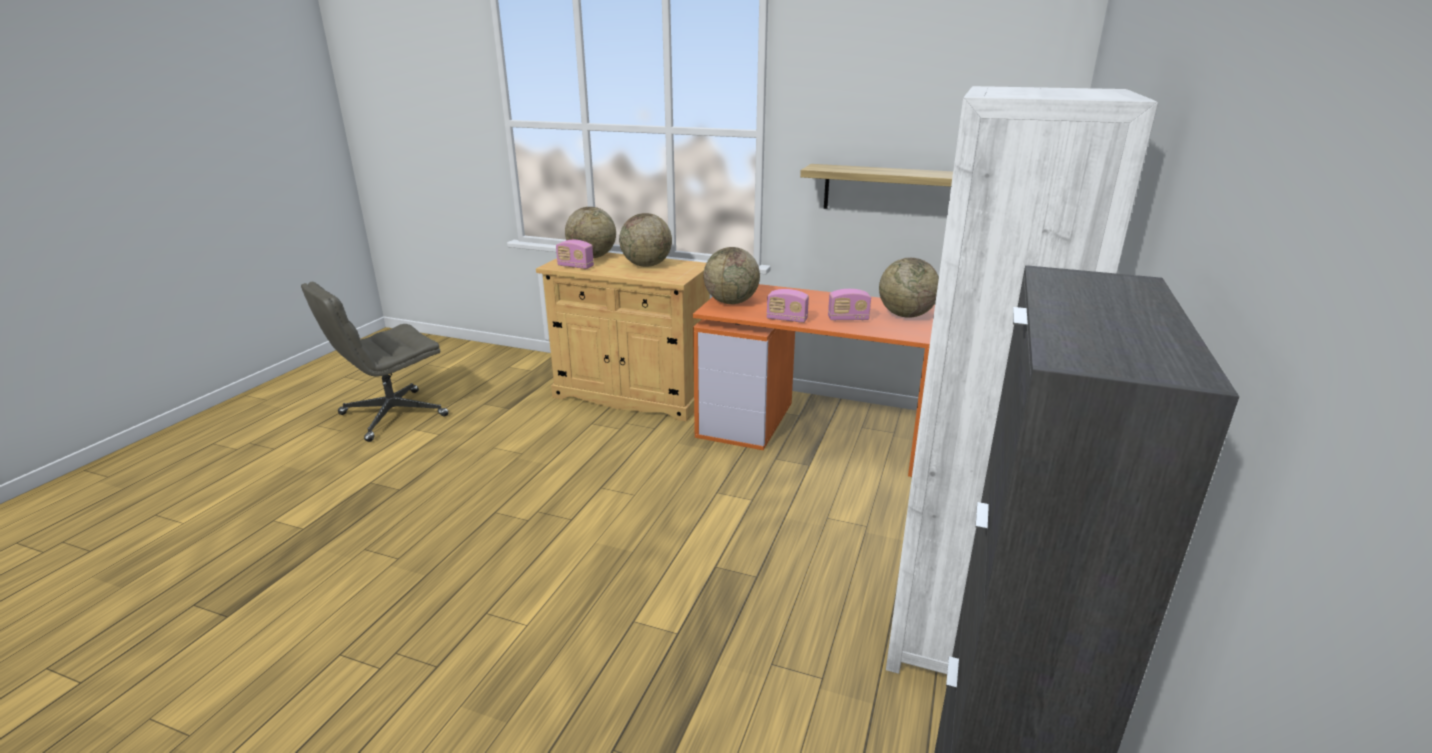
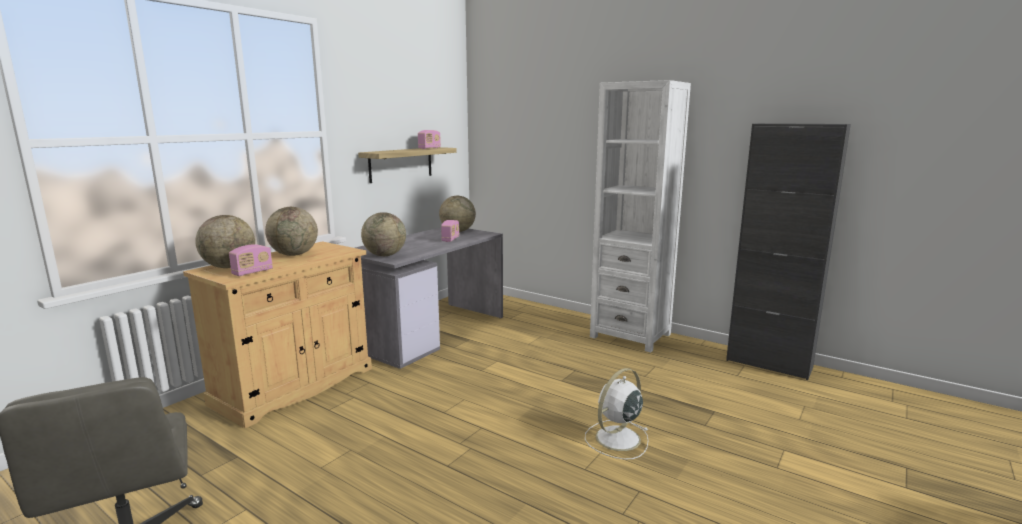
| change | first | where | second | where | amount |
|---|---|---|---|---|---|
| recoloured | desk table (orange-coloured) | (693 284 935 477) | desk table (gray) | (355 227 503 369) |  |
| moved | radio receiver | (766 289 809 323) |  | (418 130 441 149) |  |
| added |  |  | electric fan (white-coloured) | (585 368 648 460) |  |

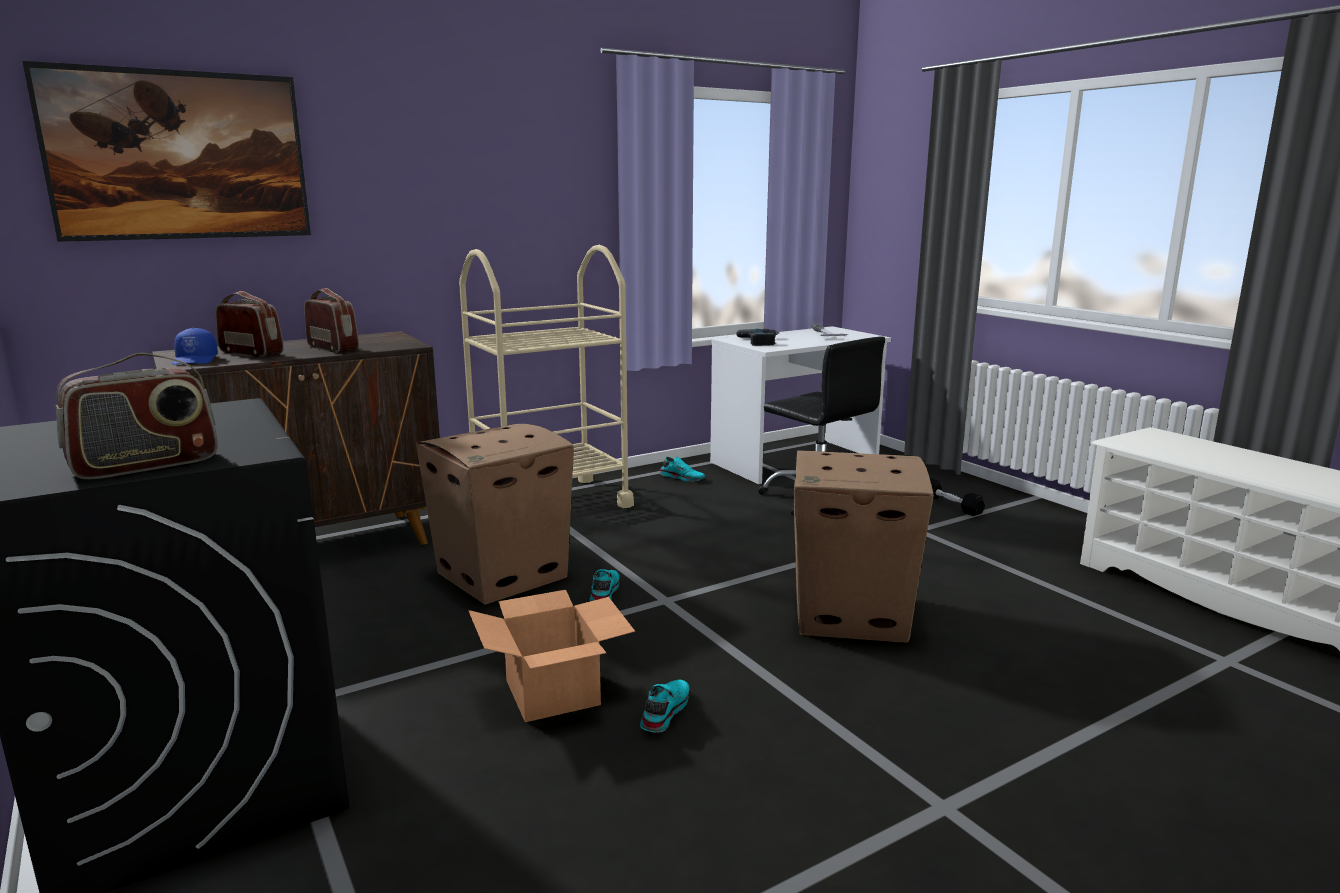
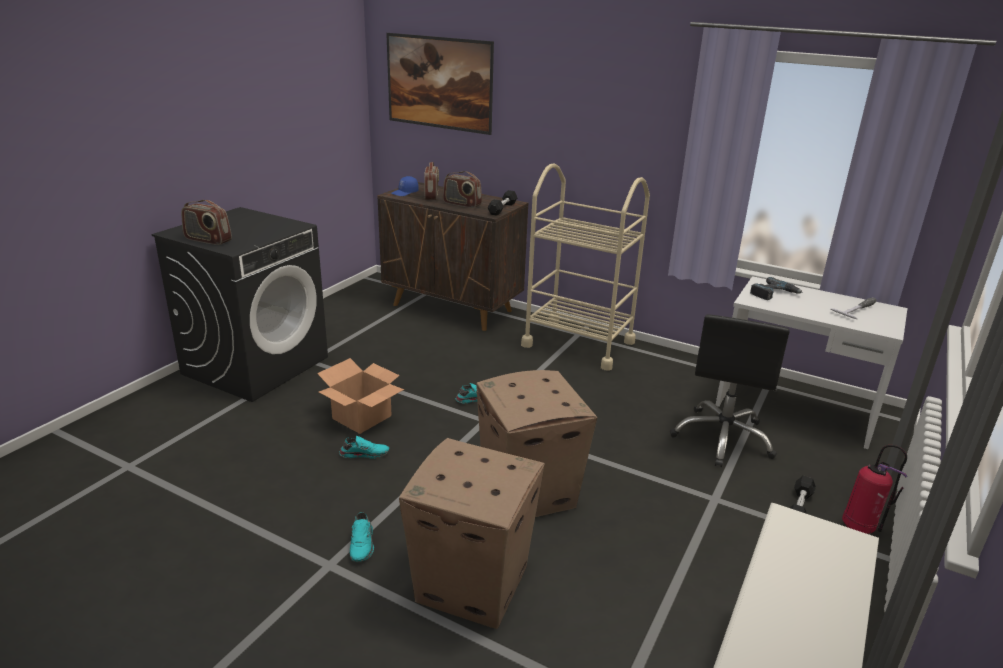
| change | first | where | second | where | amount |
|---|---|---|---|---|---|
| turned | radio receiver | (304 288 359 353) |  | (443 171 482 208) | 105 degrees clockwise |
| moved | packing box | (416 424 574 605) |  | (399 438 545 629) |  |
| moved | low shoe (turquoise) | (659 456 706 482) |  | (350 512 374 561) |  |
| added |  |  | hand weight (black-coloured) | (487 190 517 215) |  |
| added |  |  | extinguisher | (842 445 908 534) |  |

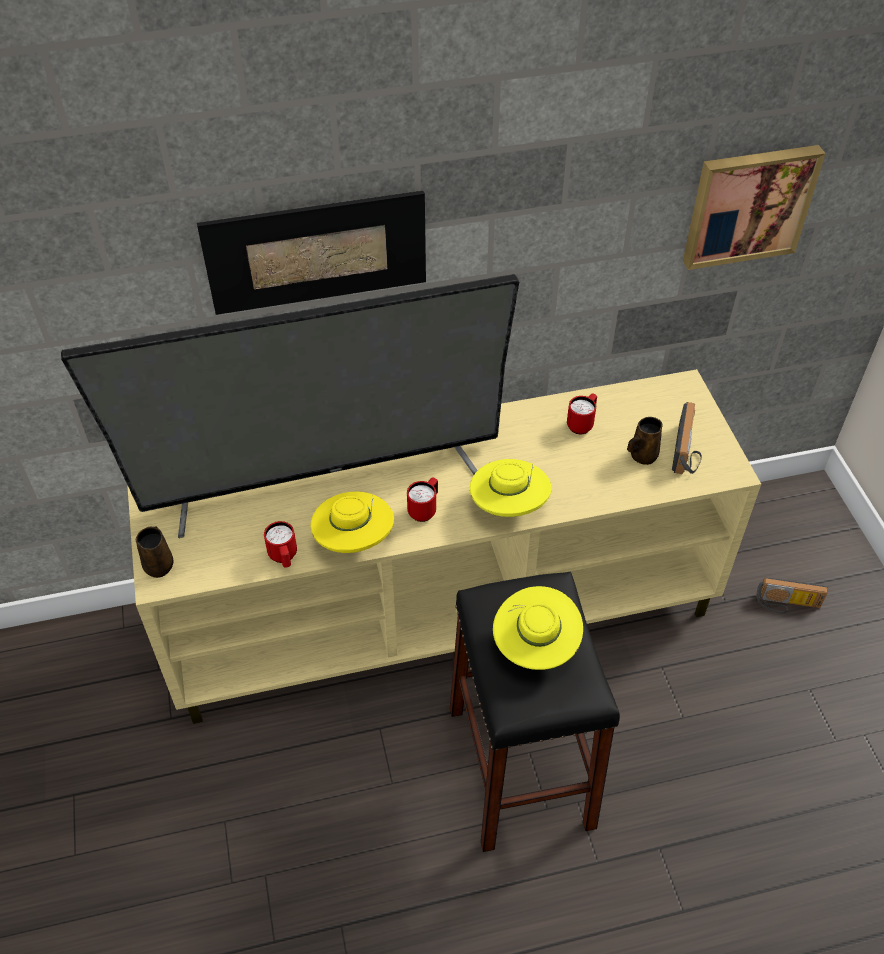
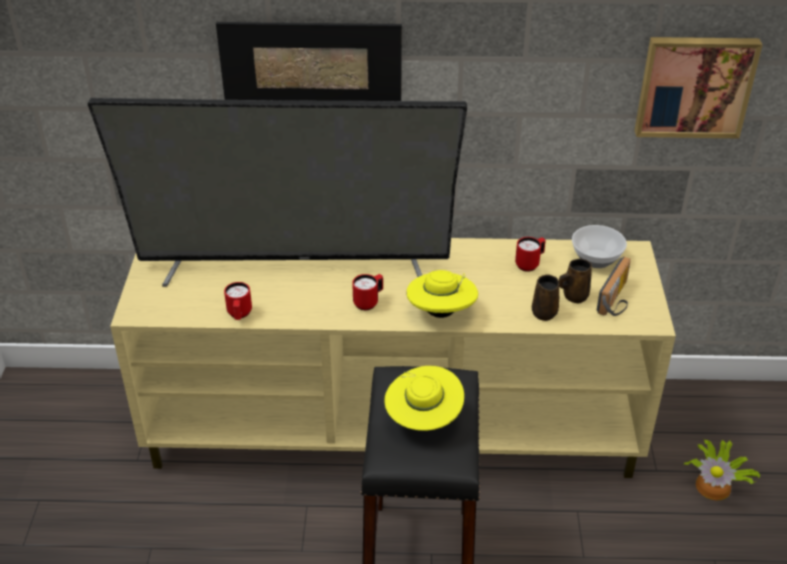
| change | first | where | second | where | amount |
|---|---|---|---|---|---|
| removed | wearable hat (yellow-coloured) | (311 491 394 553) |  |  |  |
| moved | coffee mug (brown-coloured) | (136 527 173 578) |  | (532 274 559 321) |  |
| replaced | radio receiver | (757 577 827 614) | plant in a pot | (684 438 760 500) |  |
| added |  |  | serving bowl | (572 225 627 268) |  |

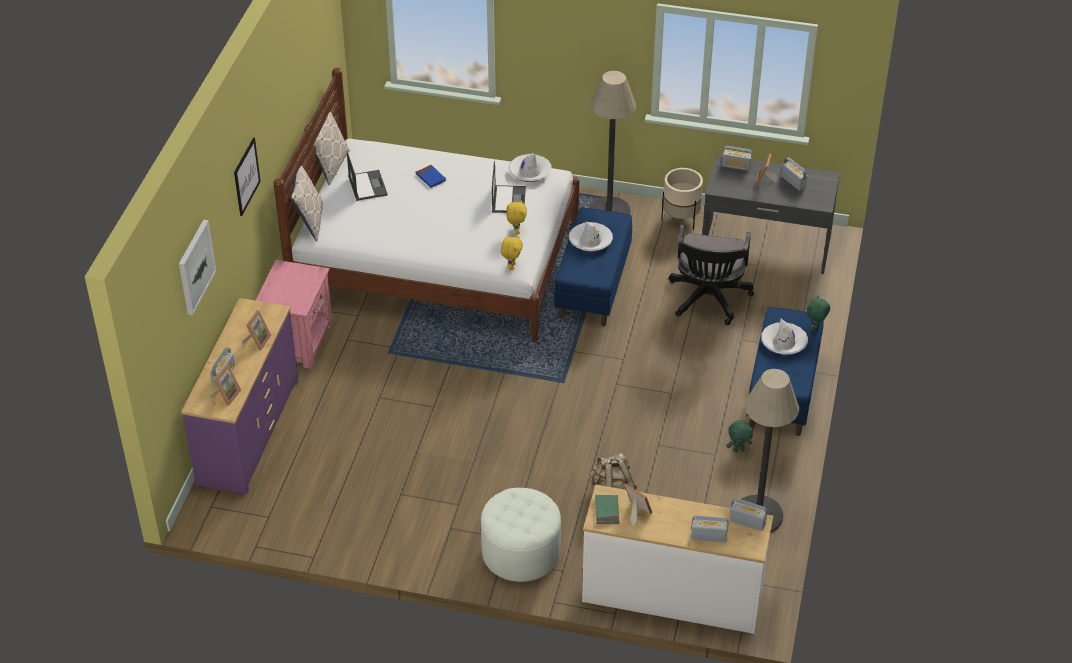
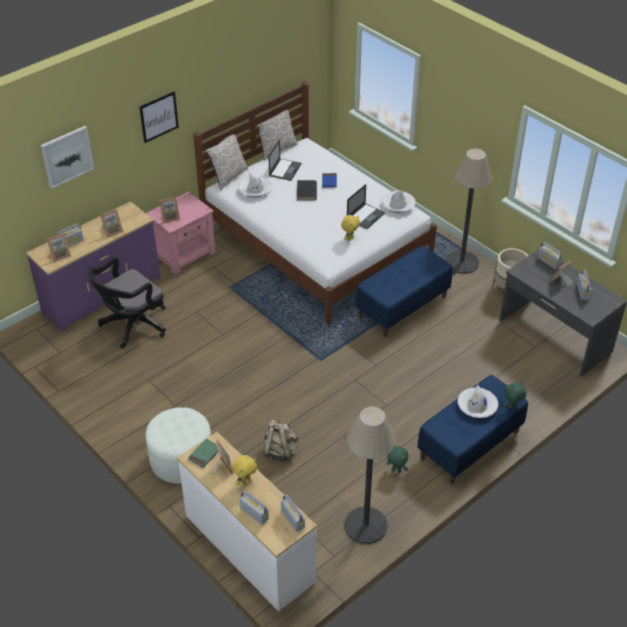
| change | first | where | second | where | amount |
|---|---|---|---|---|---|
| moved | wearable hat (white-coloured) | (569 222 613 252) |  | (238 172 272 197) |  |
| moved | desk chair (black-coloured) | (669 224 754 325) |  | (87 257 166 349) |  |
| moved | soft toy (yellow-coloured) | (501 236 523 270) |  | (232 455 257 486) |  |
| added |  |  | bound book (black-coloured) | (297 180 317 201) |  |
| added |  |  | standing frame | (160 197 180 223) |  |

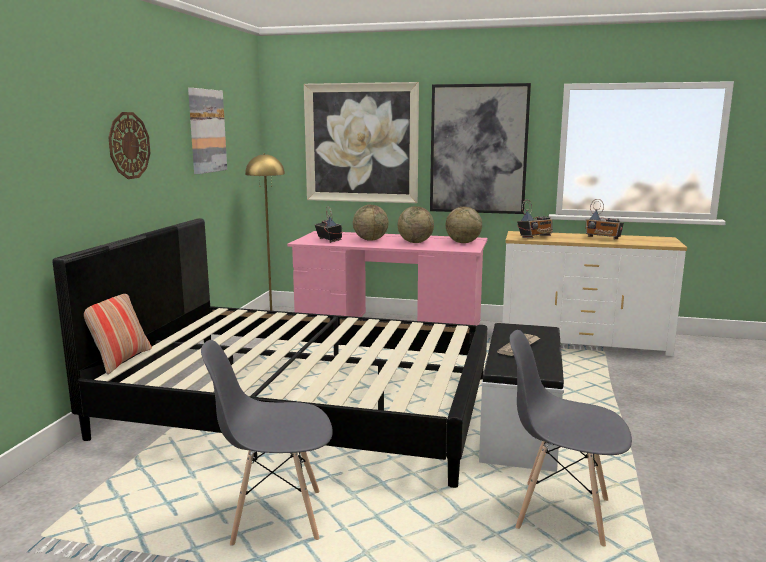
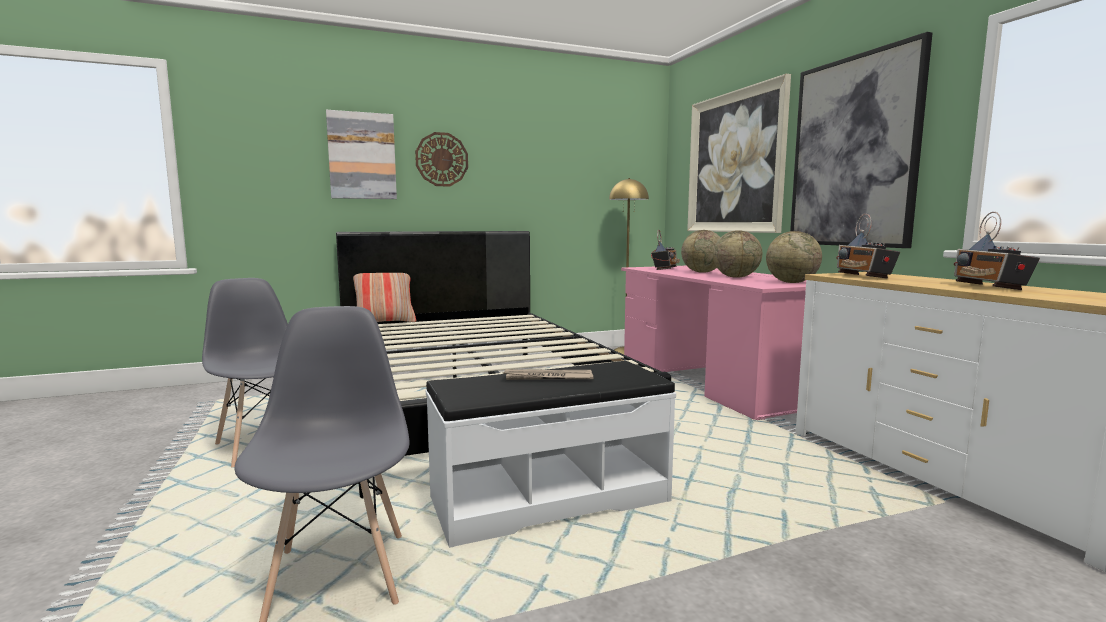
| change | first | where | second | where | amount |
|---|---|---|---|---|---|
| moved | wall art | (188 88 227 174) |  | (326 110 397 199) |  |
| turned | radio receiver | (517 199 553 238) |  | (836 214 900 279) | 60 degrees clockwise |

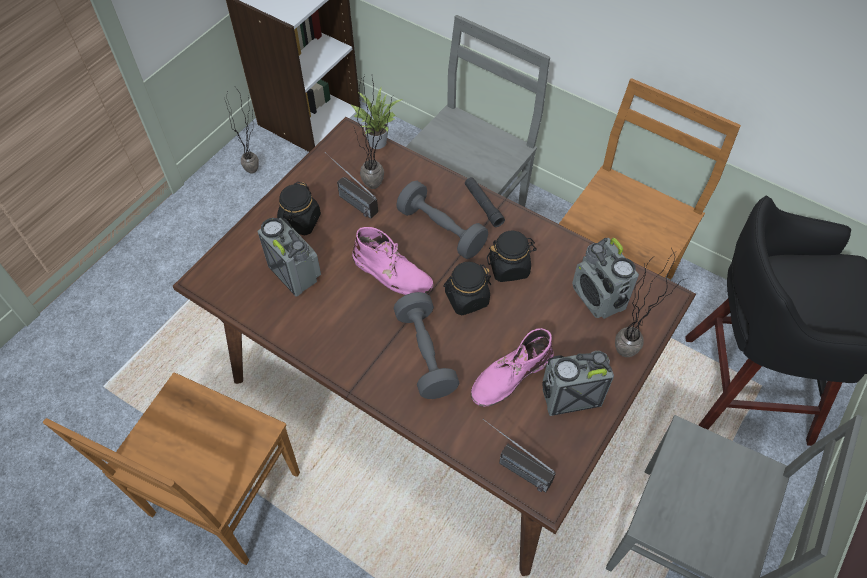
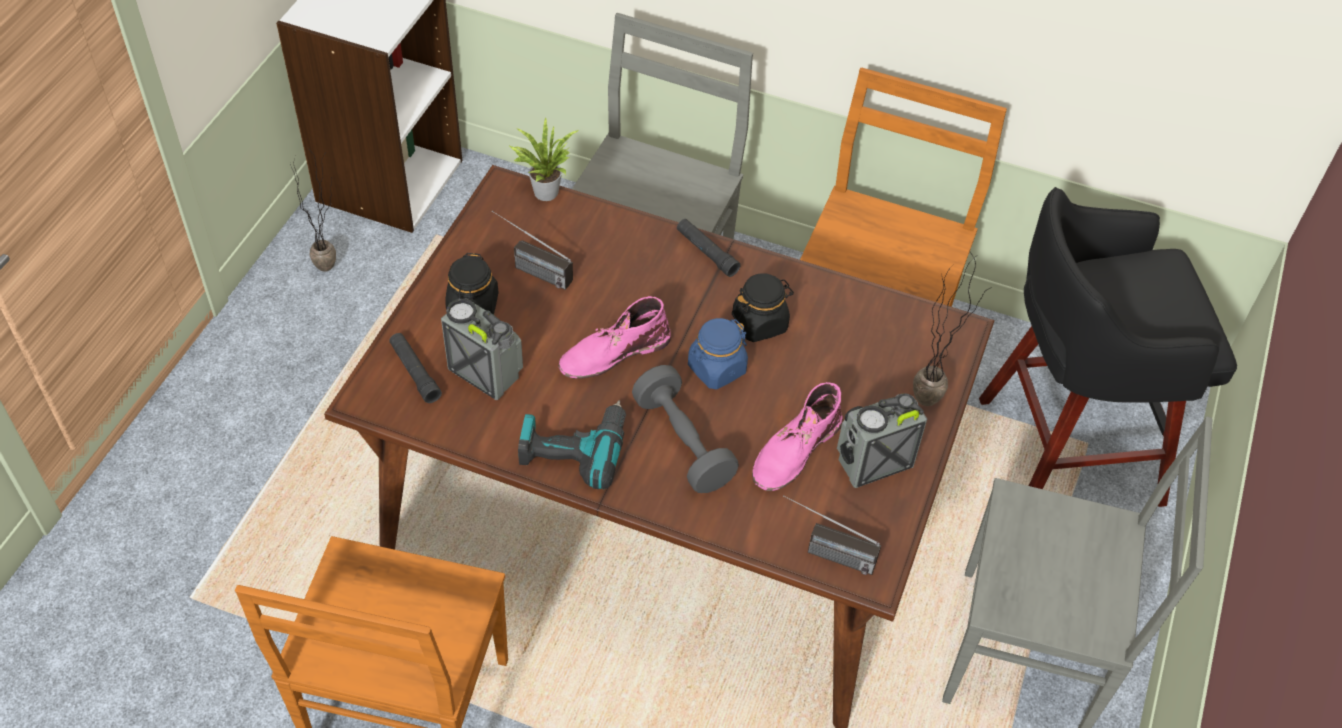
| change | first | where | second | where | amount |
|---|---|---|---|---|---|
| removed | plant in a pot | (354 75 394 189) |  |  |  |
| removed | hand weight (gray) | (396 181 488 259) |  |  |  |
| turned | tall boot (pinkish) | (352 227 434 295) |  | (558 296 671 379) | 135 degrees clockwise |
| removed | radio receiver | (572 238 639 319) |  |  |  |
| recoloured | preserve jar (black-coloured) | (443 262 491 315) | preserve jar (blue) | (688 318 748 389) |  |
| added |  |  | hand torch (black-coloured) | (389 333 442 403) |  |
| added |  |  | drill | (518 401 626 489) |  |

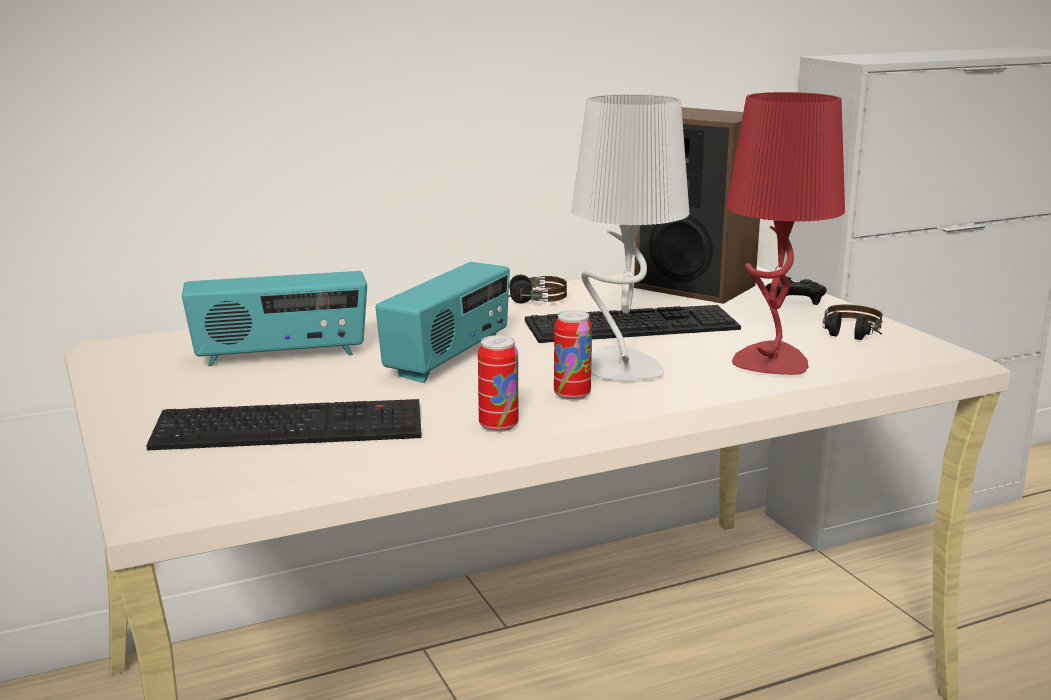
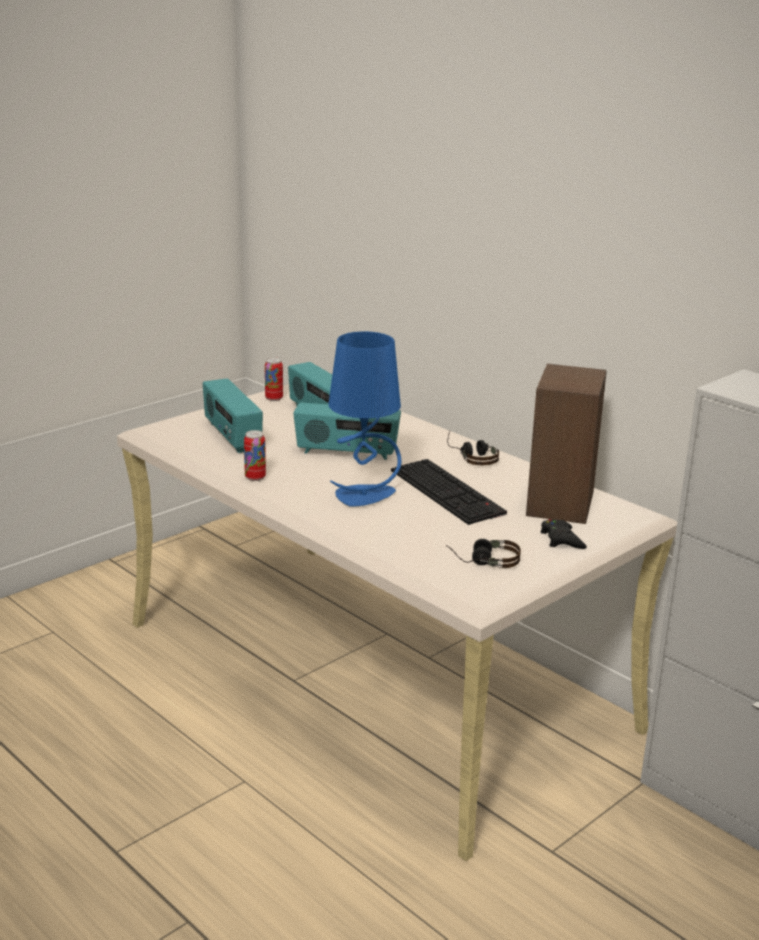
| change | first | where | second | where | amount |
|---|---|---|---|---|---|
| removed | tabletop lamp (reddish) | (726 92 845 375) |  |  |  |
| recoloured | tabletop lamp (gray) | (571 94 690 380) | tabletop lamp (blue) | (328 331 402 506) |  |
| moved | sealed can | (554 310 592 400) |  | (265 357 283 401) |  |
| replaced | keyboard | (146 399 422 450) | radio receiver | (203 378 263 453) |  |

